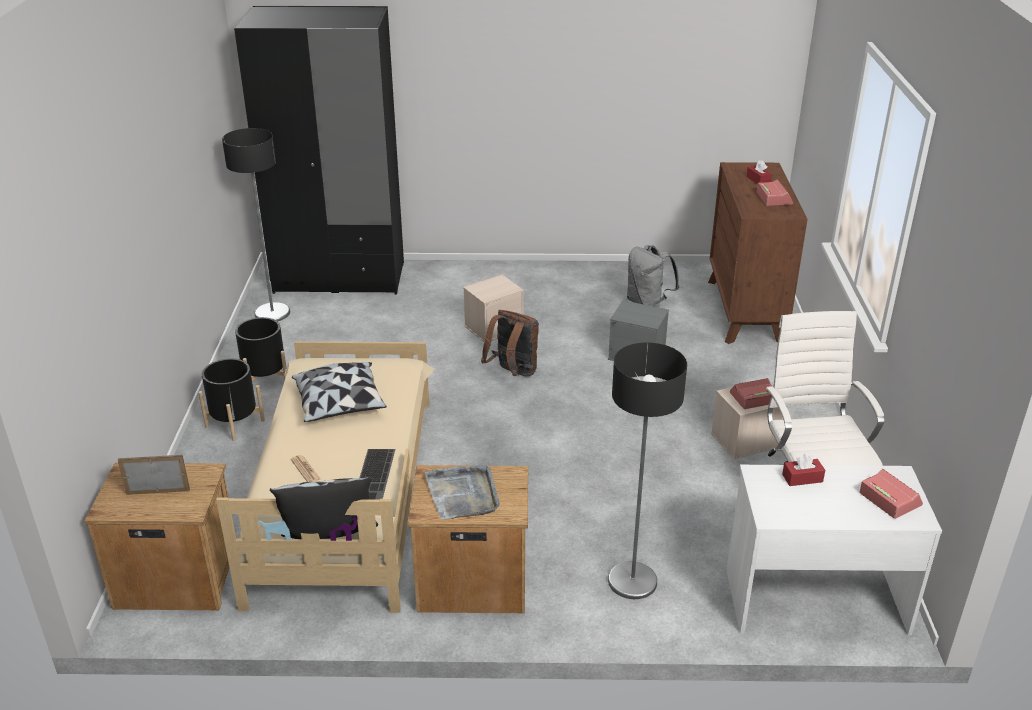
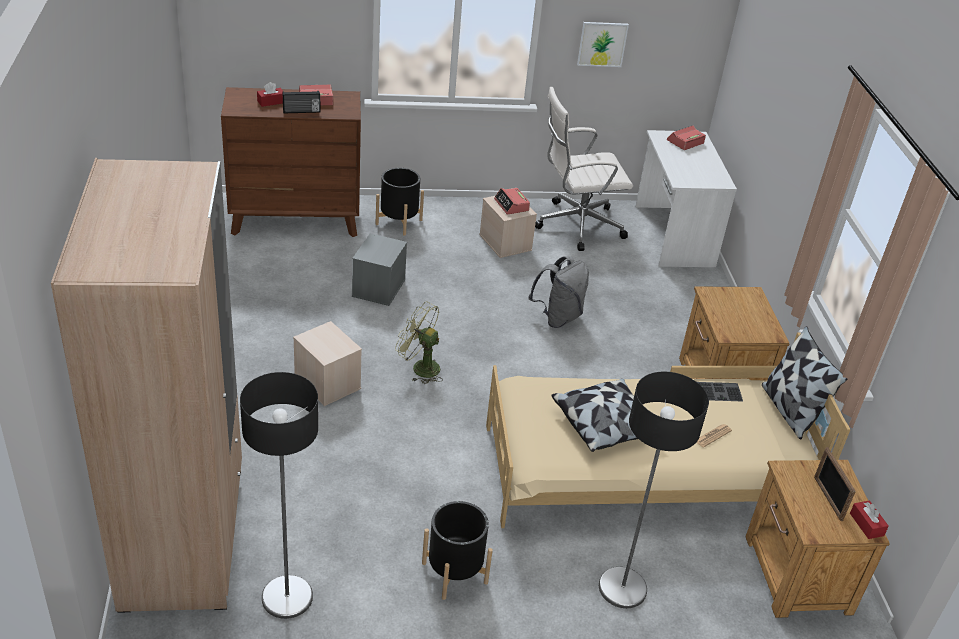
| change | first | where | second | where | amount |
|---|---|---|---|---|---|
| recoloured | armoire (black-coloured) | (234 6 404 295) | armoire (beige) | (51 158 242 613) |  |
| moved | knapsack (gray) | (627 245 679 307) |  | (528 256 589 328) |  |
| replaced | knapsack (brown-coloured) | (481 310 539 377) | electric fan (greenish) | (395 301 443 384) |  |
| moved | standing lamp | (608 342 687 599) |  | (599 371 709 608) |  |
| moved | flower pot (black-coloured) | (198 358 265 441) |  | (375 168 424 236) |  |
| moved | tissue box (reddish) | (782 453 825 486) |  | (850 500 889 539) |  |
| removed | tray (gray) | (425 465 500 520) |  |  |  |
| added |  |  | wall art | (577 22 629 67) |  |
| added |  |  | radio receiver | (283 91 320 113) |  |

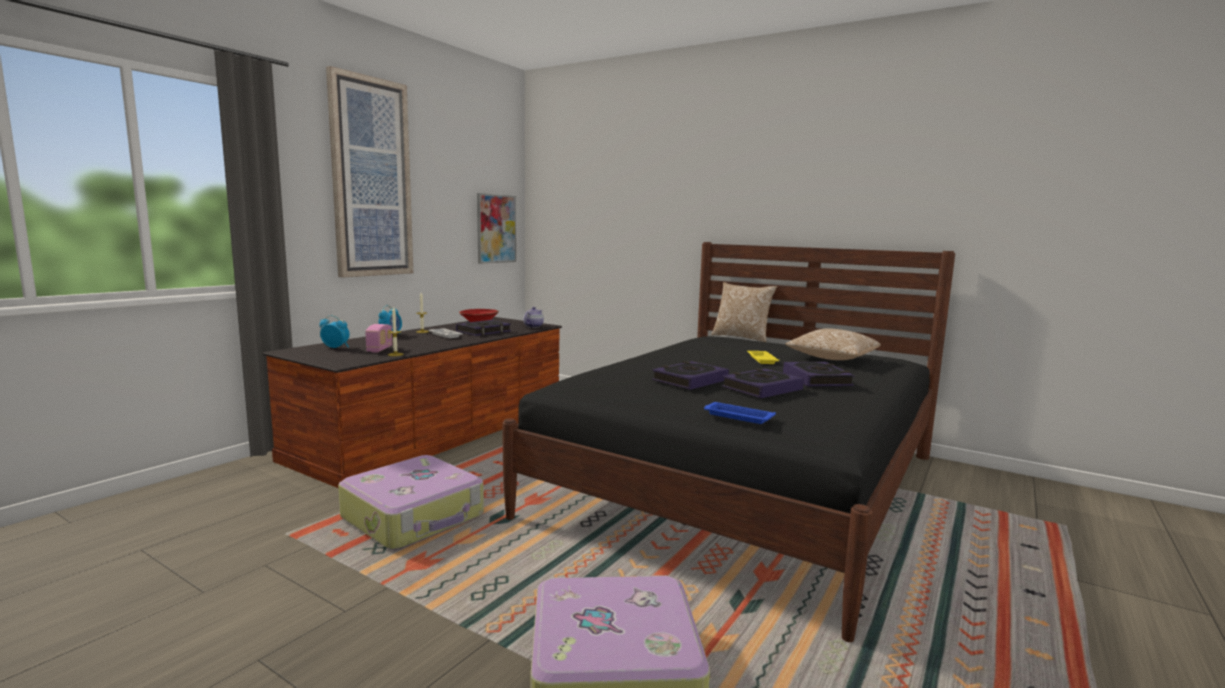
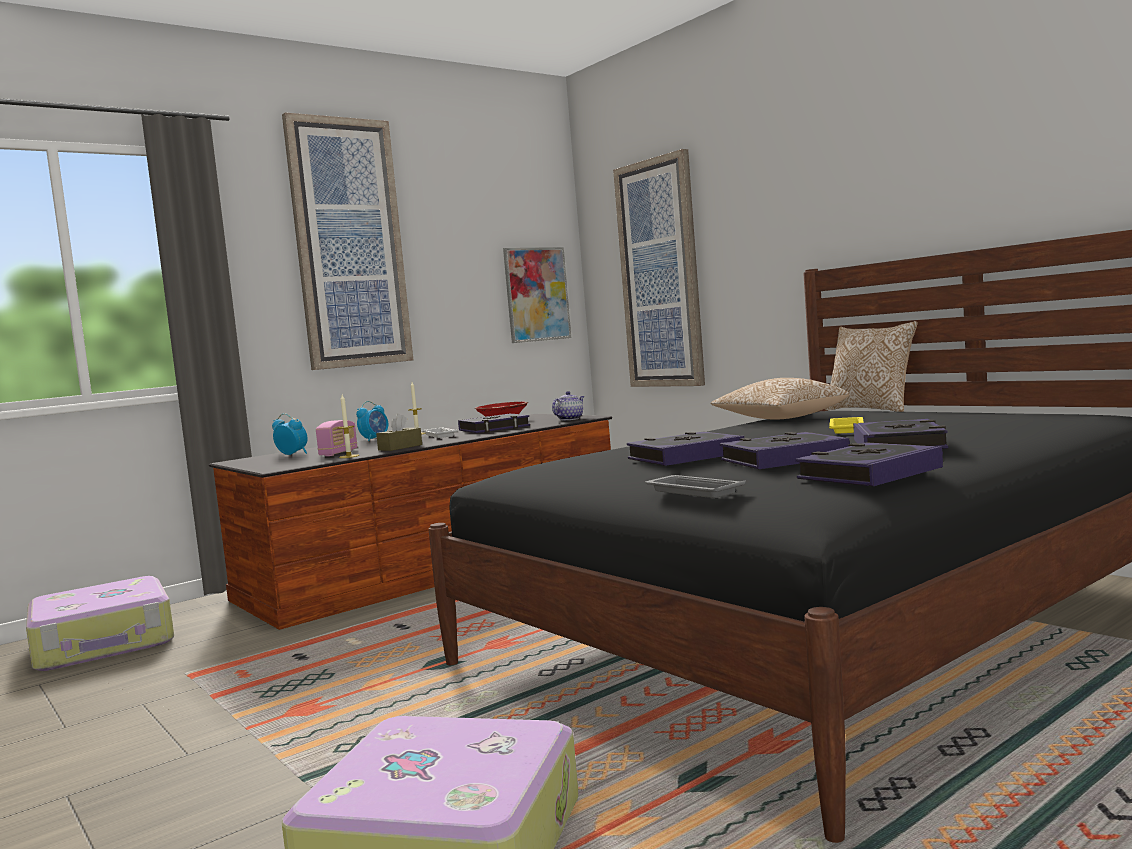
| change | first | where | second | where | amount |
|---|---|---|---|---|---|
| moved | throw pillow | (785 328 881 360) |  | (711 378 850 419) |  |
| recoloured | tray (blue) | (704 402 776 424) | tray (gray) | (645 475 746 498) |  |
| moved | suitcase | (338 455 484 550) |  | (26 576 174 671) |  |
| added |  |  | wall art | (613 149 705 387) |  |
| added |  |  | tissue box (brown-coloured) | (376 414 422 451) |  |
| added |  |  | bound book | (796 442 943 486) |  |

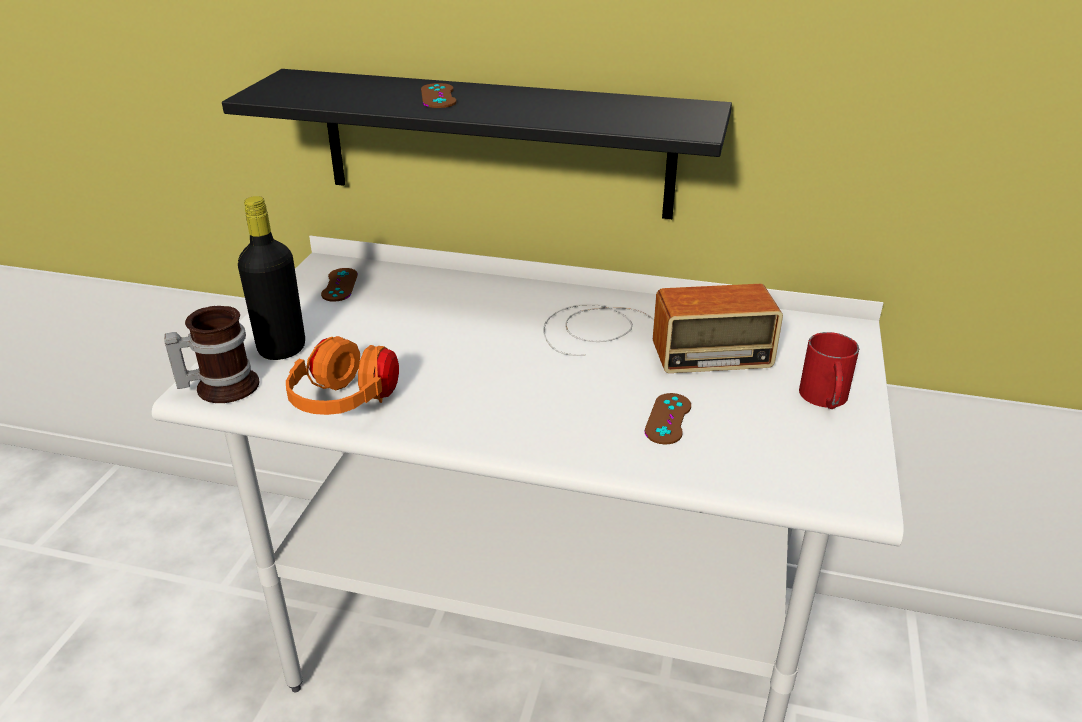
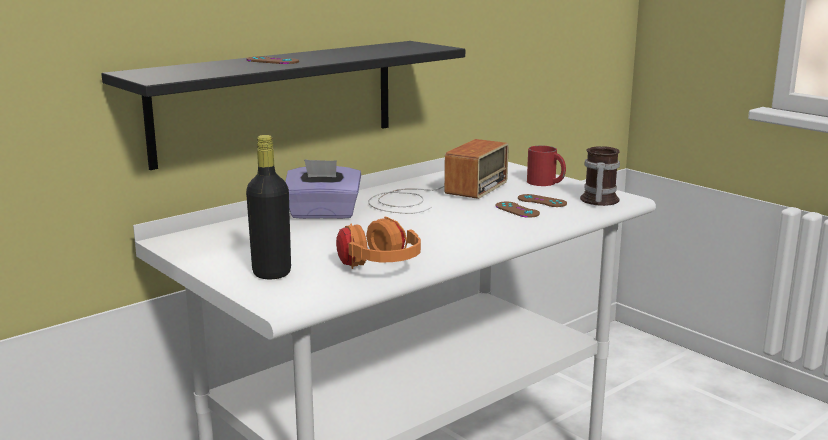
| change | first | where | second | where | amount |
|---|---|---|---|---|---|
| moved | game controller (brown-coloured) | (321 268 358 302) |  | (518 194 567 207) |  |
| moved | coffee mug | (164 306 259 403) |  | (580 146 620 206) |  |
| added |  |  | tissue box (purplish) | (285 159 361 219) |  |

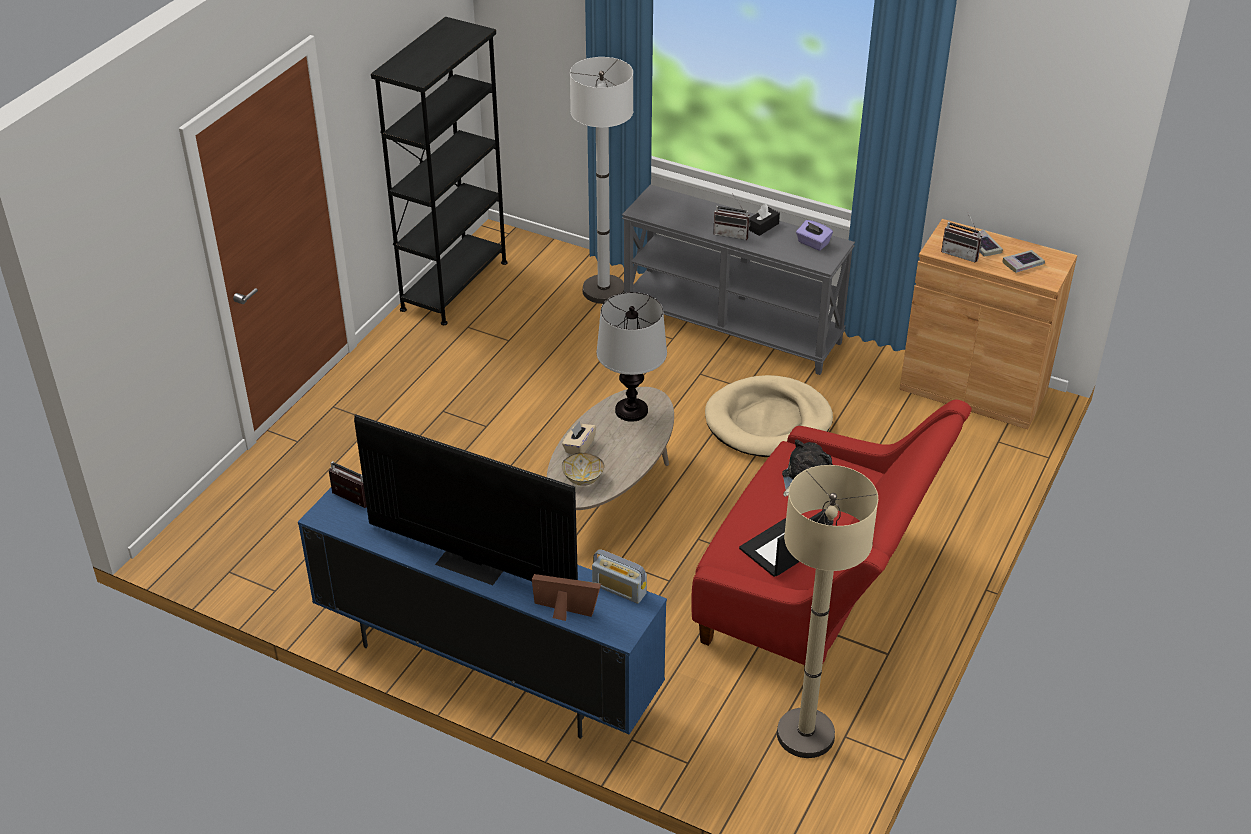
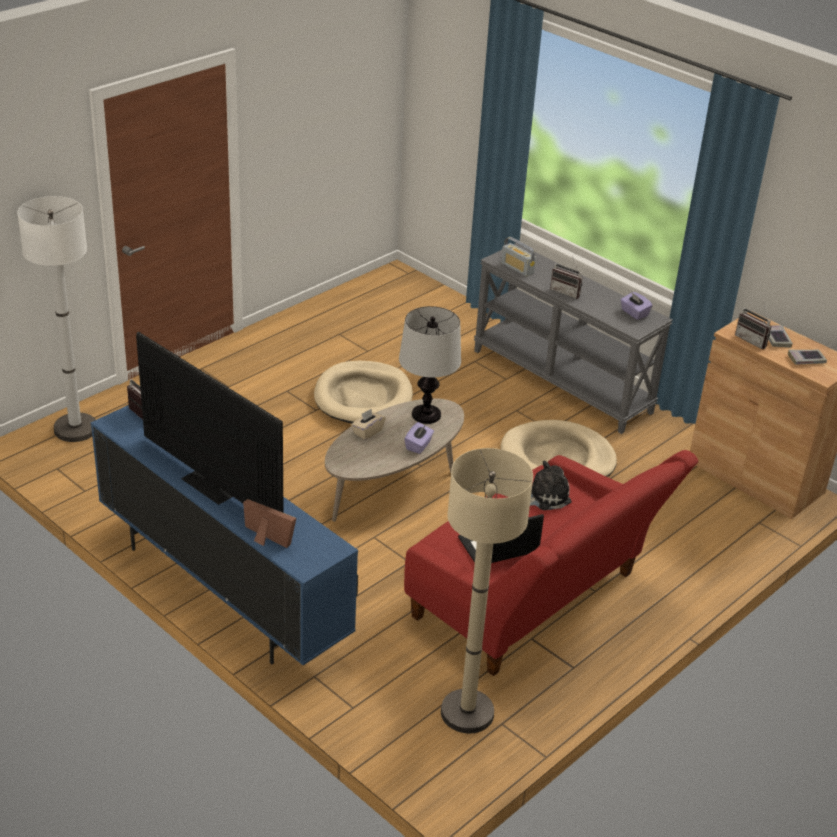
| change | first | where | second | where | amount |
|---|---|---|---|---|---|
| removed | bookcase (black-coloured) | (371 17 508 325) |  |  |  |
| moved | standing lamp (white-coloured) | (570 57 633 304) |  | (17 196 96 442) |  |
| removed | tissue box (black-coloured) | (749 204 780 236) |  |  |  |
| removed | serving bowl | (562 453 604 486) |  |  |  |
| moved | radio receiver | (592 549 647 604) |  | (501 237 536 277) |  |
| added |  |  | pet bed (beige) | (314 361 413 423) |  |
| added |  |  | tissue box (purplish) | (405 422 434 454) |  |

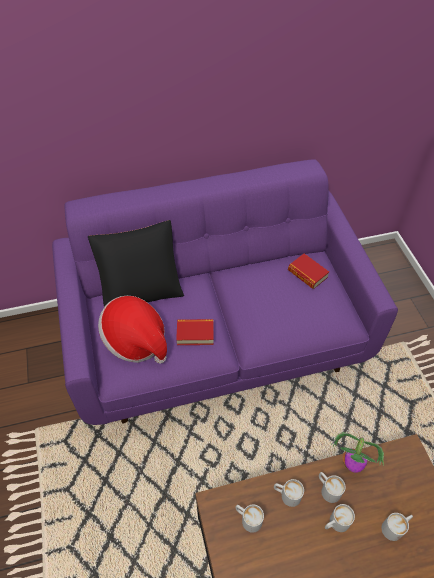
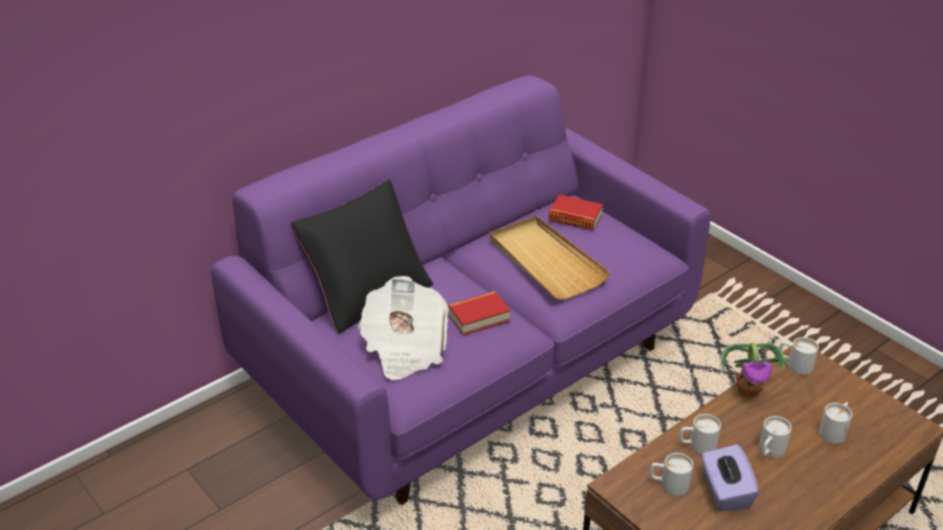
| change | first | where | second | where | amount |
|---|---|---|---|---|---|
| replaced | wearable hat | (98 296 167 364) | newspaper | (358 276 449 380) |  |
| moved | coffee mug (white-coloured) | (319 472 345 503) |  | (779 337 819 375) |  |
| added |  |  | tray (beige) | (489 216 611 299) |  |
| added |  |  | tissue box (purplish) | (702 444 759 511) |  |

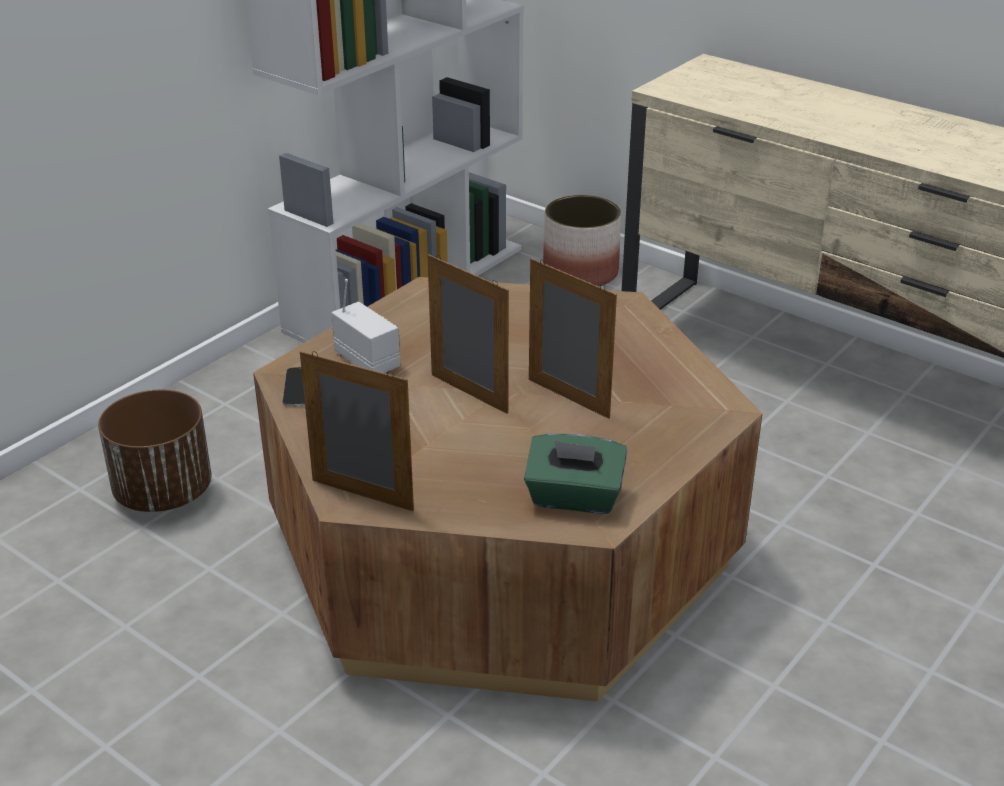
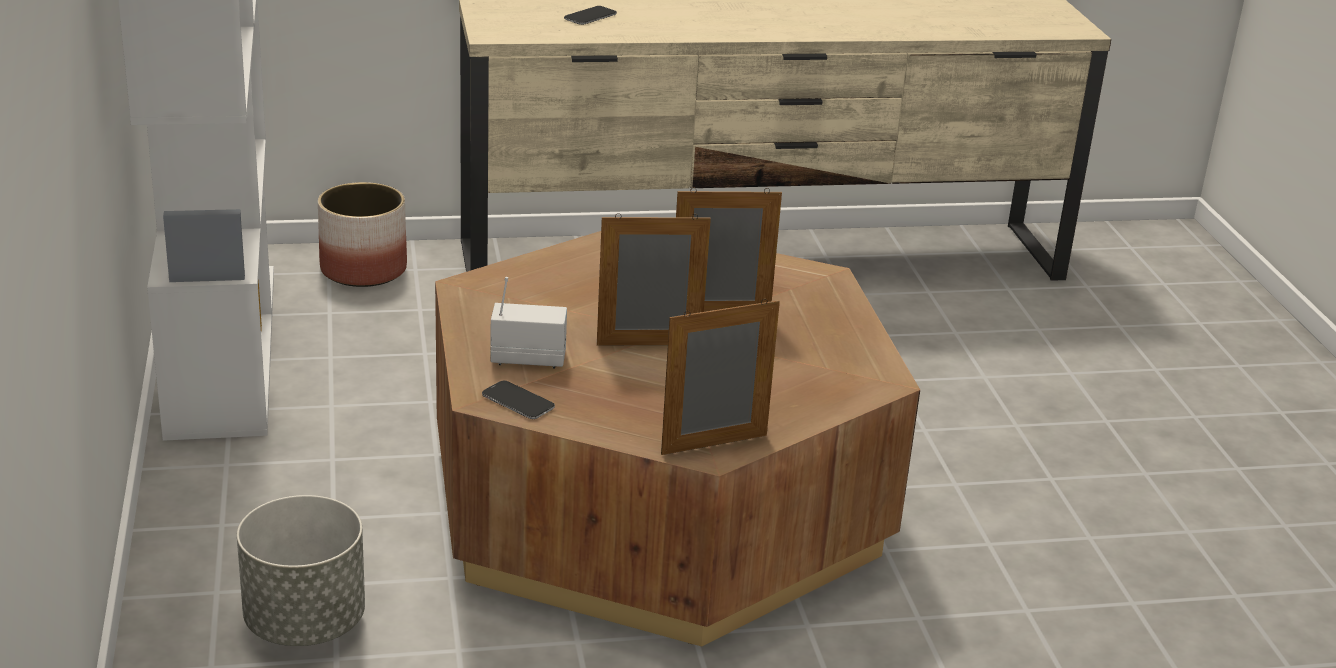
| change | first | where | second | where | amount |
|---|---|---|---|---|---|
| recoloured | flower pot (brown-coloured) | (98 389 212 512) | flower pot (gray) | (237 495 365 646) |  |
| removed | tissue box (greenish) | (524 434 627 514) |  |  |  |
| added |  |  | handset | (564 6 617 25) |  |

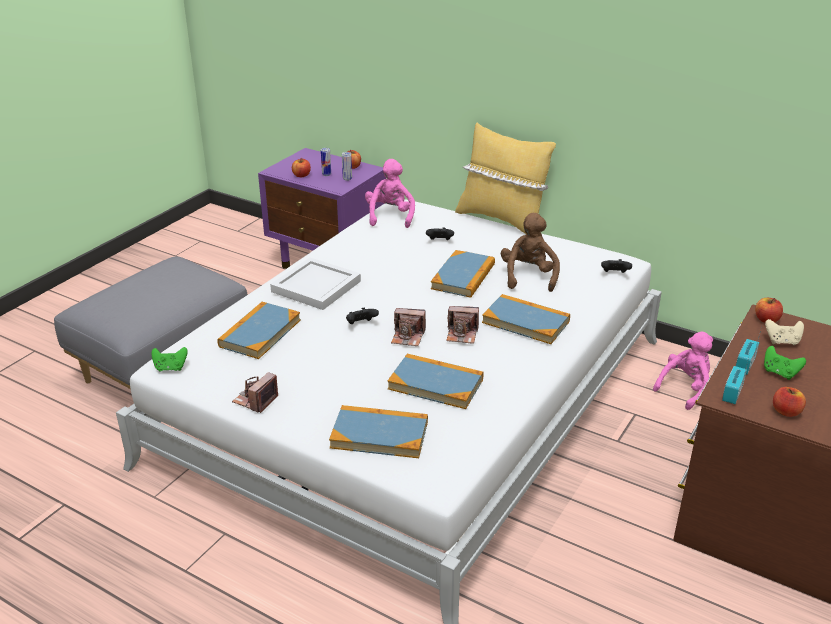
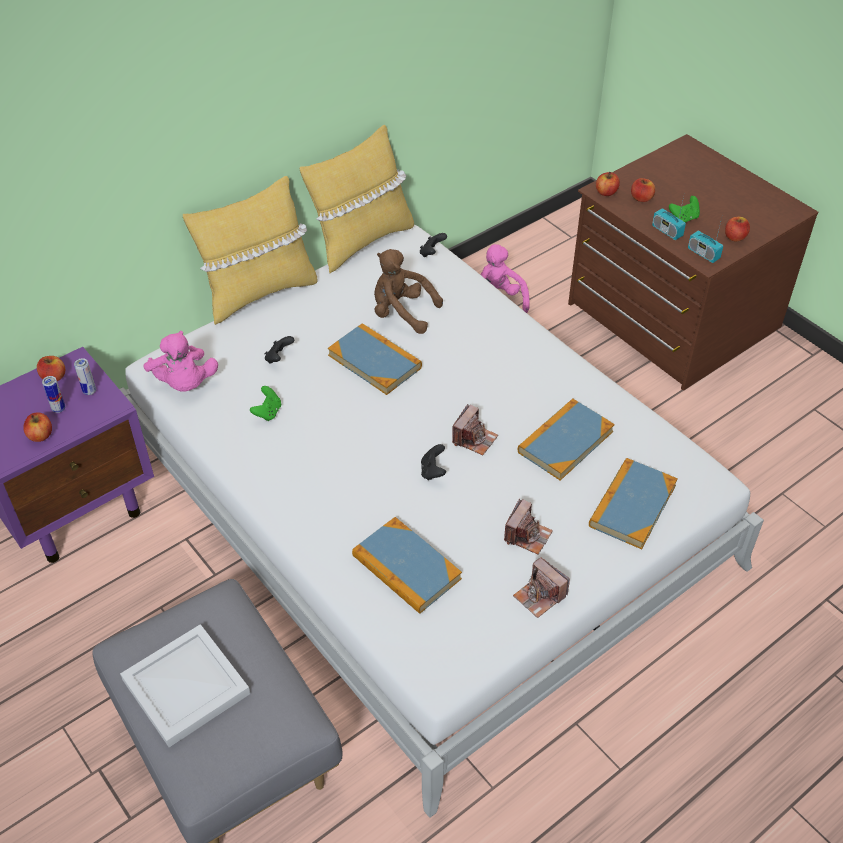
| change | first | where | second | where | amount |
|---|---|---|---|---|---|
| turned | soft toy (pinkish) | (365 159 415 228) |  | (143 331 218 392) | 135 degrees counterclockwise |
| moved | tray (white-coloured) | (270 257 361 310) |  | (120 624 250 747) |  |
| removed | bound book | (482 294 570 344) |  |  |  |
| moved | photo camera | (446 306 479 344) |  | (504 499 553 554) |  |
| replaced | game controller (beige) | (765 319 804 345) | whole apple | (631 178 655 202) |  |
| moved | game controller (greenish) | (151 347 188 372) |  | (250 386 281 421) |  |
| added |  |  | throw pillow (yellow-coloured) | (300 125 414 273) |  |

